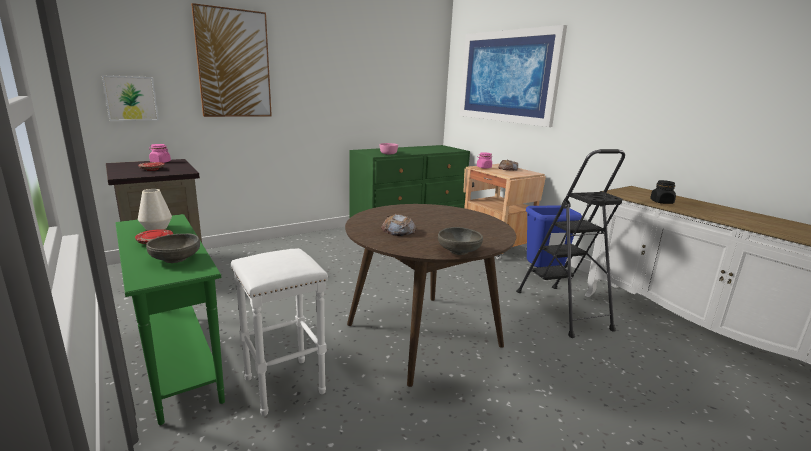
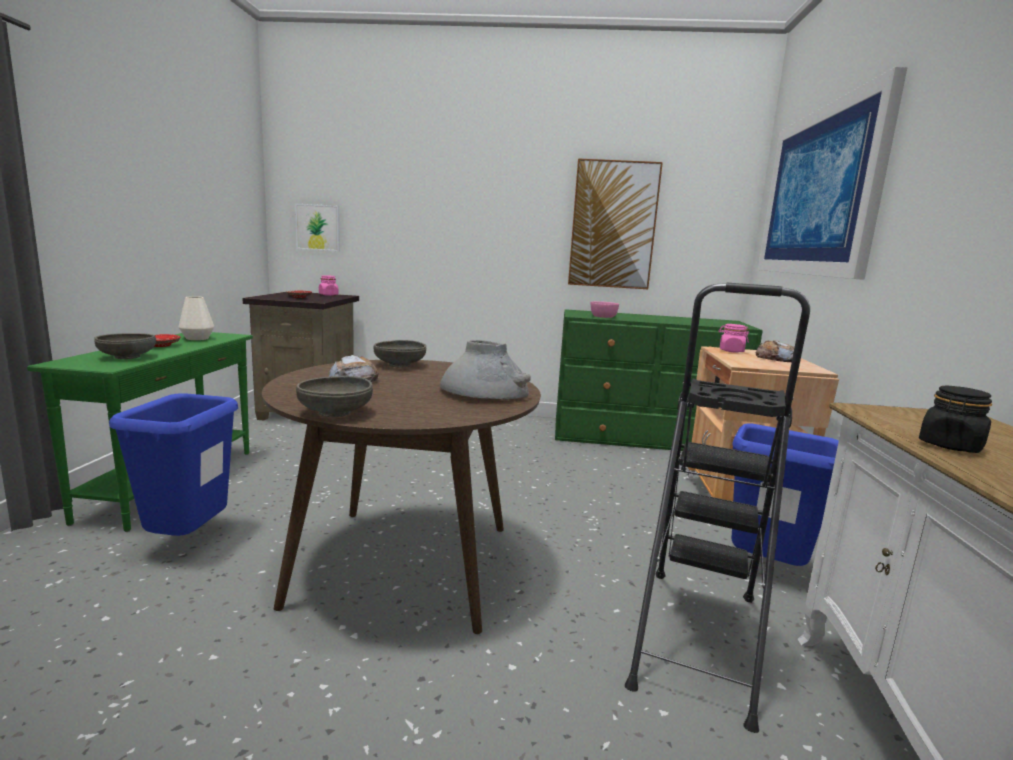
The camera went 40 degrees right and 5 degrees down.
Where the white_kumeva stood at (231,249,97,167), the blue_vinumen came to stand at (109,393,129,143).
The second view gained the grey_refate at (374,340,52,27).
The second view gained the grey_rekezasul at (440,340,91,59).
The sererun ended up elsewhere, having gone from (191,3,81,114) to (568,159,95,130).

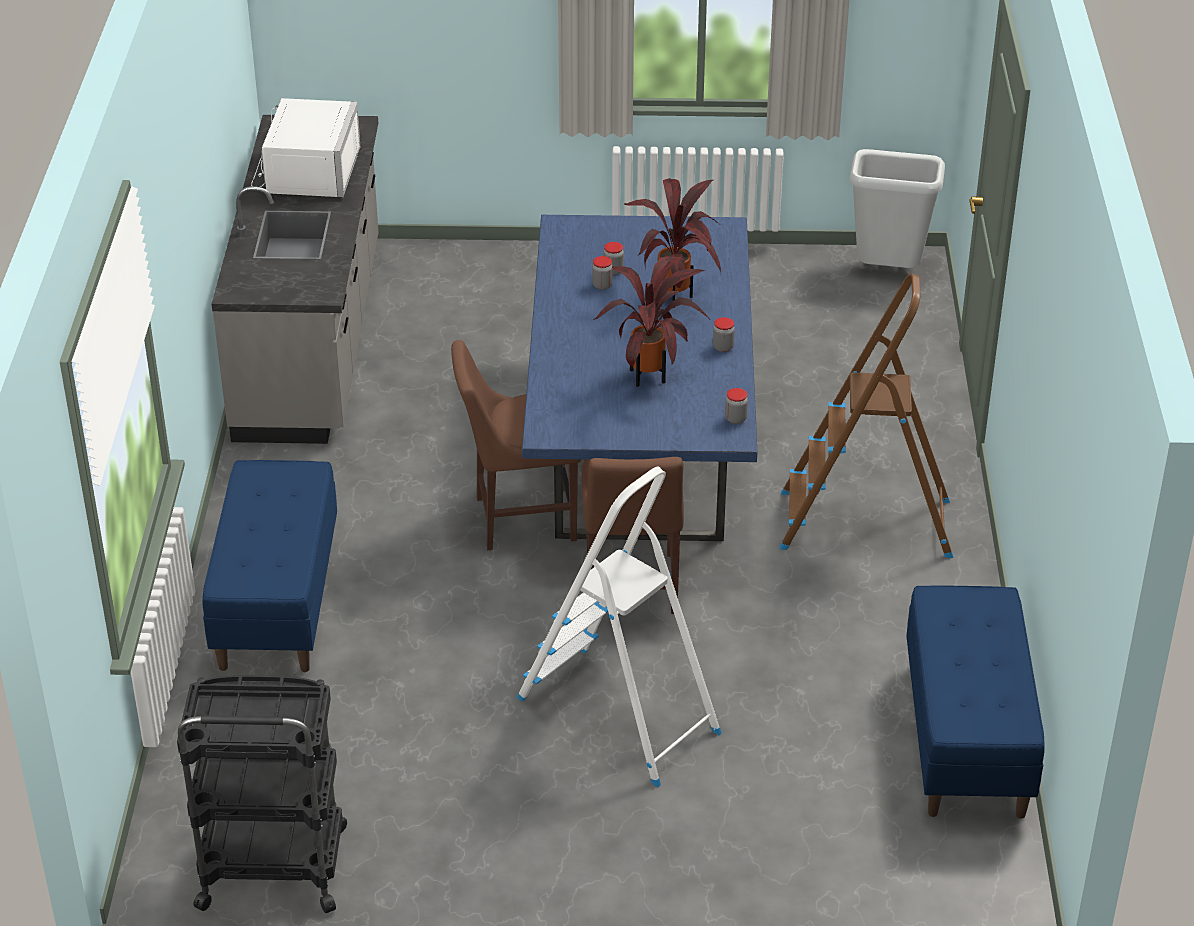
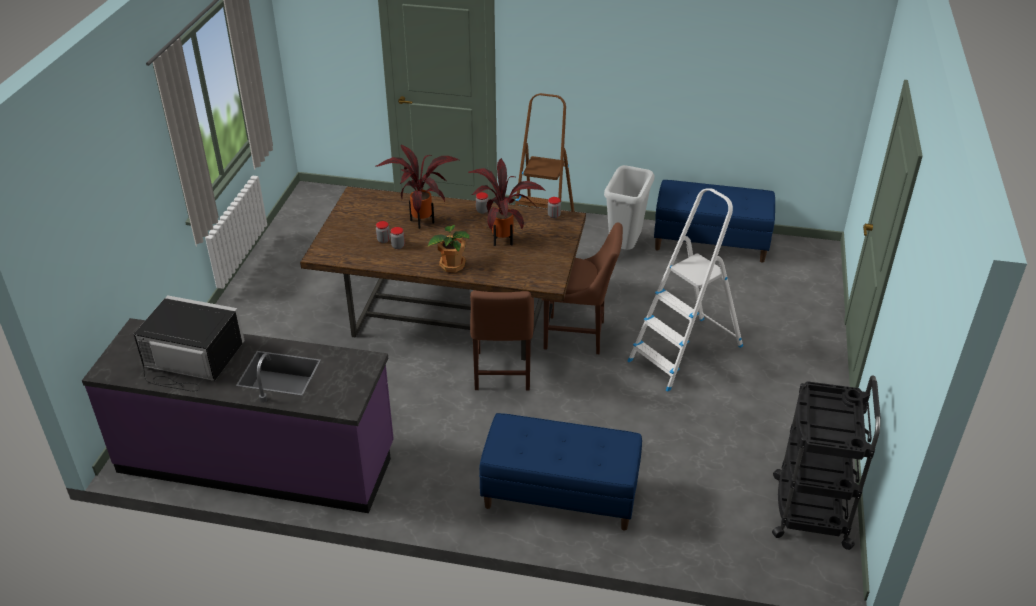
The camera went 80 degrees left and 0 degrees up.
What was the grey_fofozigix at (212,115,167,329) turned into the purple_fofozigix at (82,318,312,195).
What was the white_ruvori at (251,98,109,99) turned into the black_ruvori at (134,295,111,96).
What was the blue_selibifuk at (522,215,236,326) turned into the brown_selibifuk at (300,187,286,173).
The second view gained the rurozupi at (428,225,41,48).
The grey_vinumen ended up elsewhere, having gone from (849,149,96,119) to (604,165,51,85).

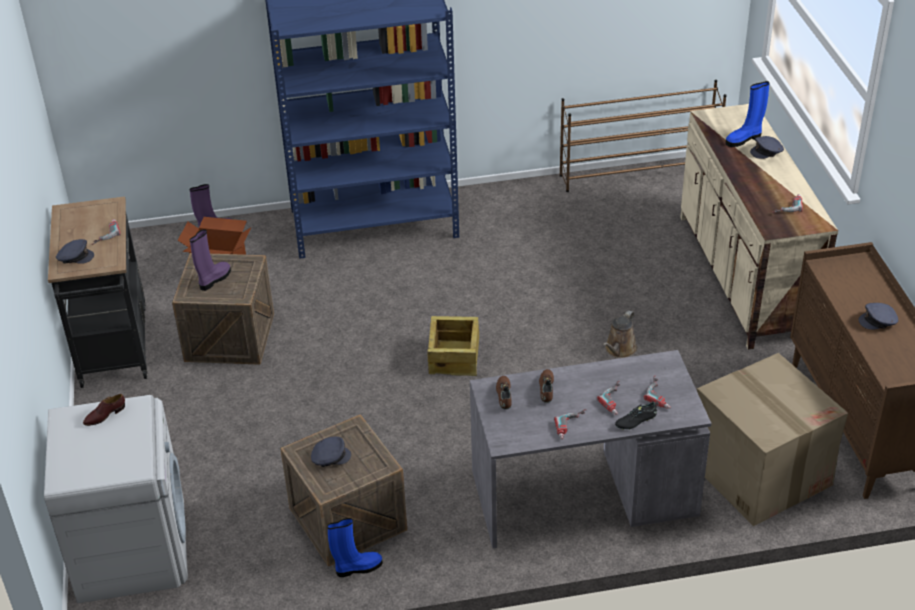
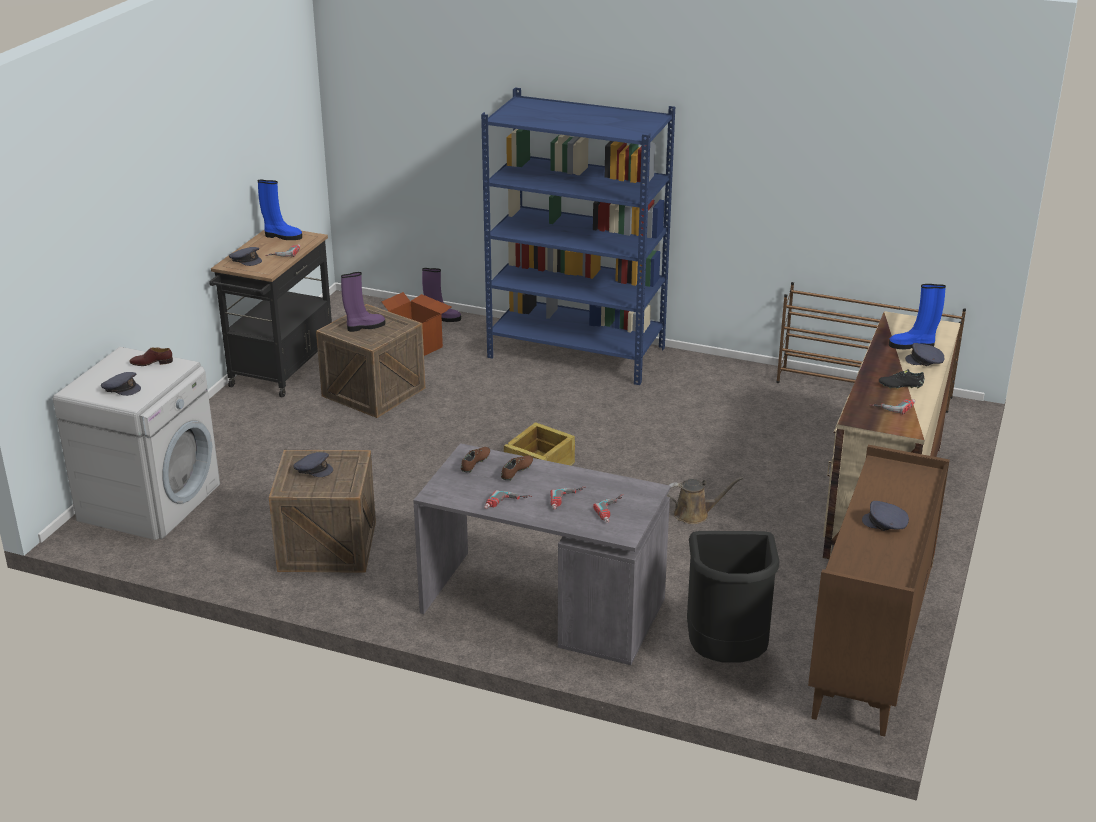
The camera went 30 degrees right and 10 degrees down.
The second view gained the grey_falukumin at (101,372,40,24).
The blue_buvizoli ended up elsewhere, having gone from (327,518,56,59) to (258,180,44,60).
The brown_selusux at (603,310,34,48) ended up facing another way, 150 degrees counterclockwise from before.
Where the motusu stood at (697,353,151,173), the black_vinumen came to stand at (687,531,92,132).
The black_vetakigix ended up elsewhere, having gone from (615,402,42,28) to (879,369,45,20).

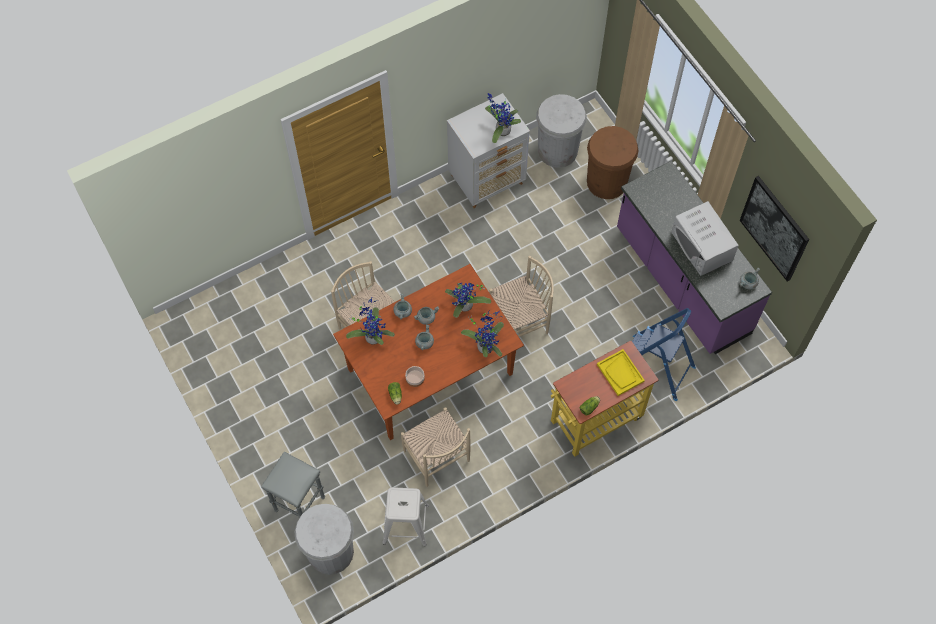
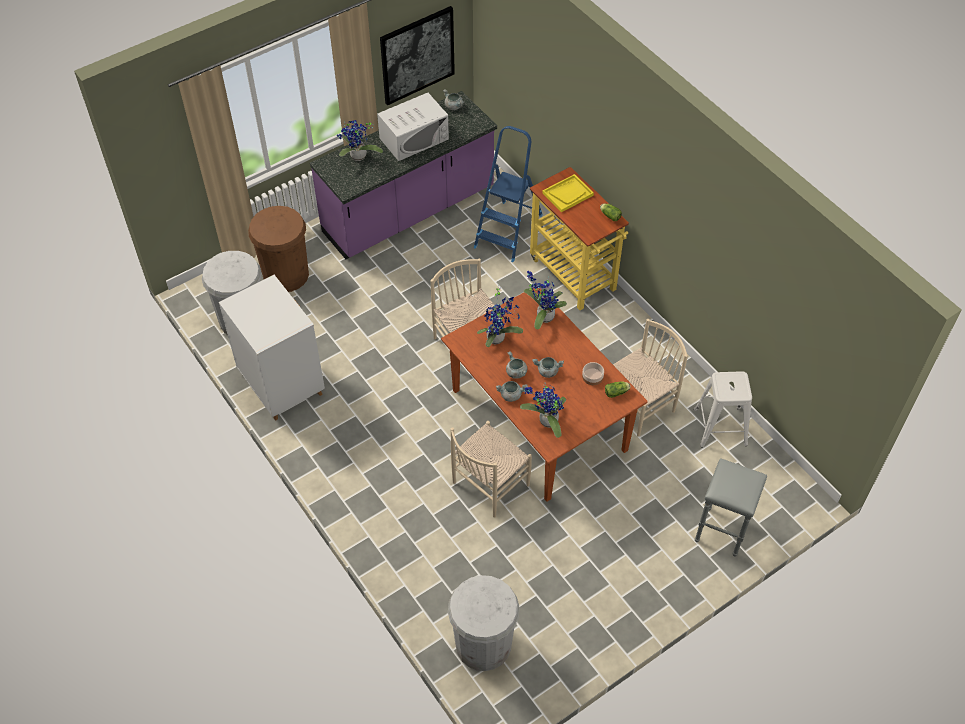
The camera went 95 degrees left and 10 degrees down.
The rurozupi ended up elsewhere, having gone from (485,93,36,50) to (337,120,46,41).
The white_vinumen ended up elsewhere, having gone from (295,504,59,71) to (448,575,72,96).

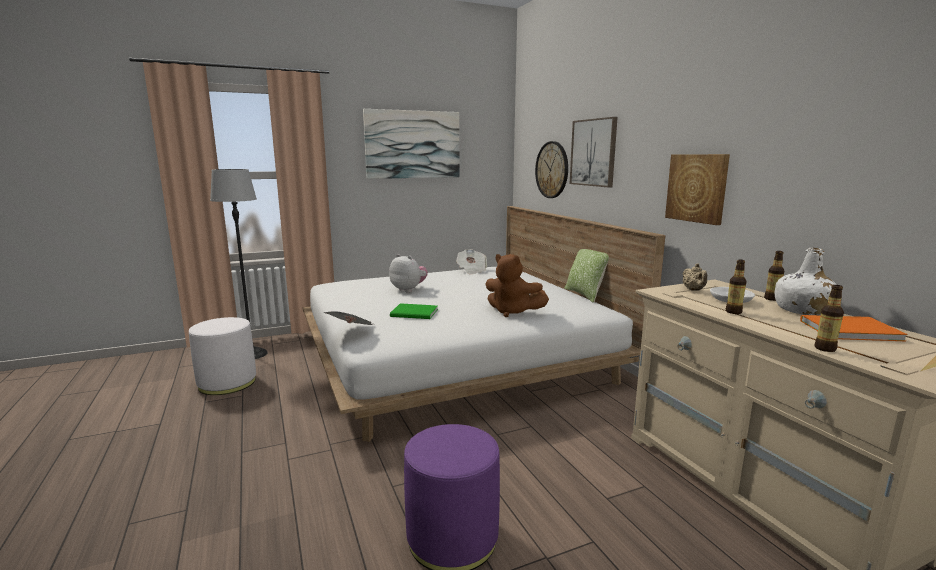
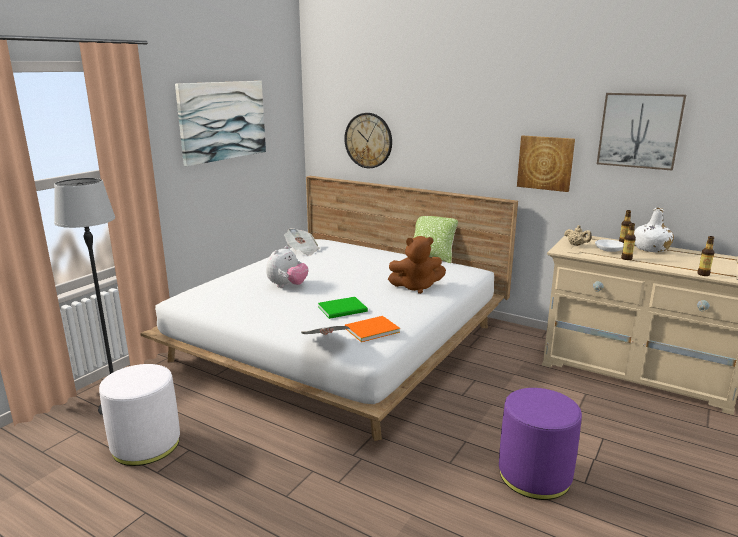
The camera went 35 degrees left and 5 degrees up.
The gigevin at (389,254,39,39) ended up facing another way, 120 degrees clockwise from before.
The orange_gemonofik ended up elsewhere, having gone from (800,315,108,26) to (345,316,55,26).
The sererun ended up elsewhere, having gone from (570,117,48,70) to (597,93,89,78).

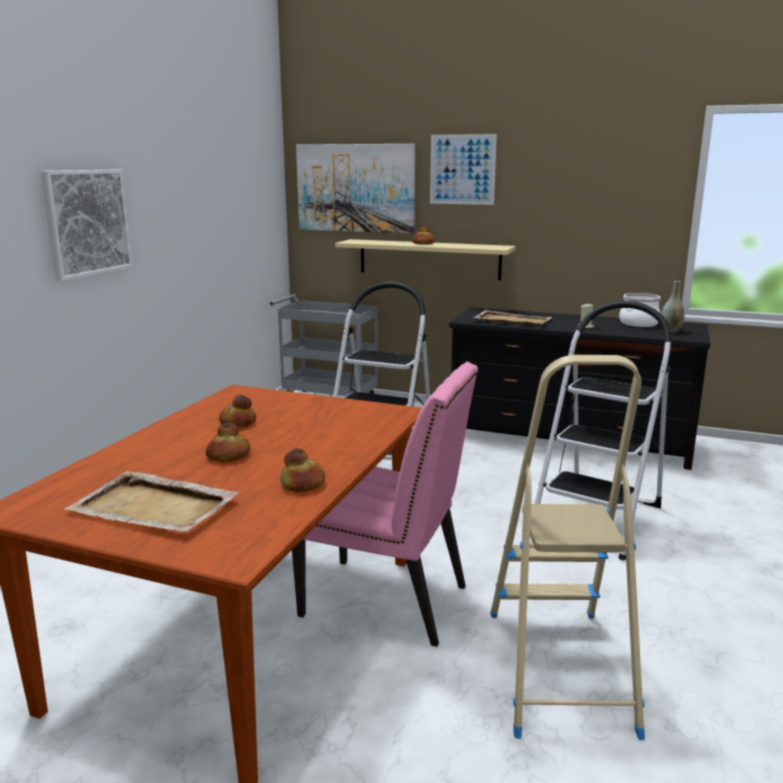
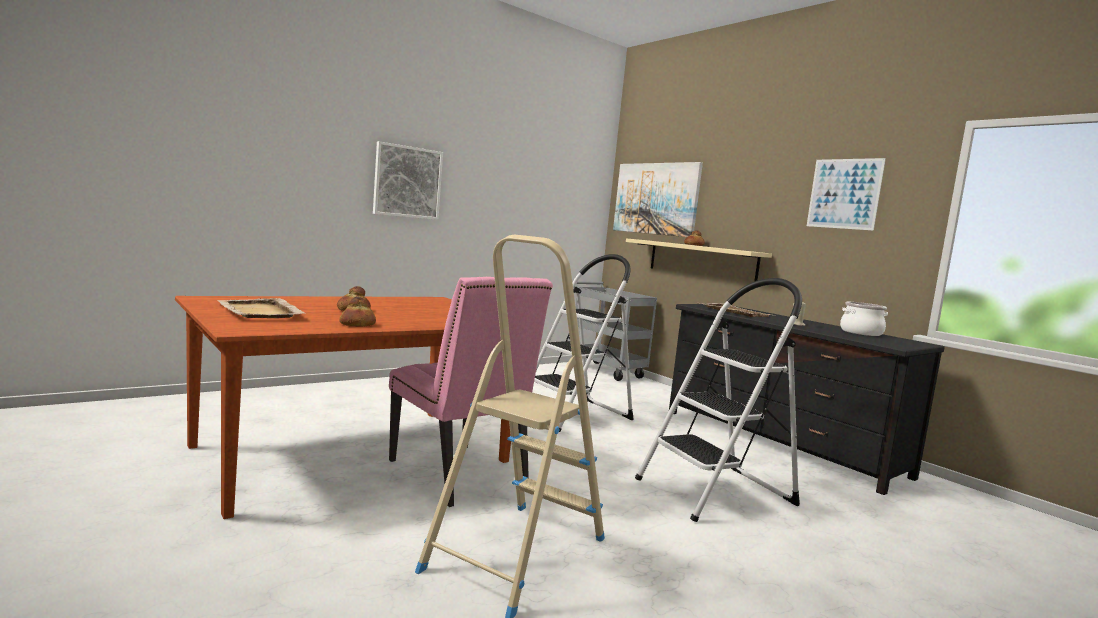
The camera went 30 degrees right and 10 degrees down.
The sererun ended up elsewhere, having gone from (430,134,67,71) to (807,158,79,73).
The second view lost the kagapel at (219,395,37,33).
The second view lost the grey_rekezasul at (661,281,24,52).

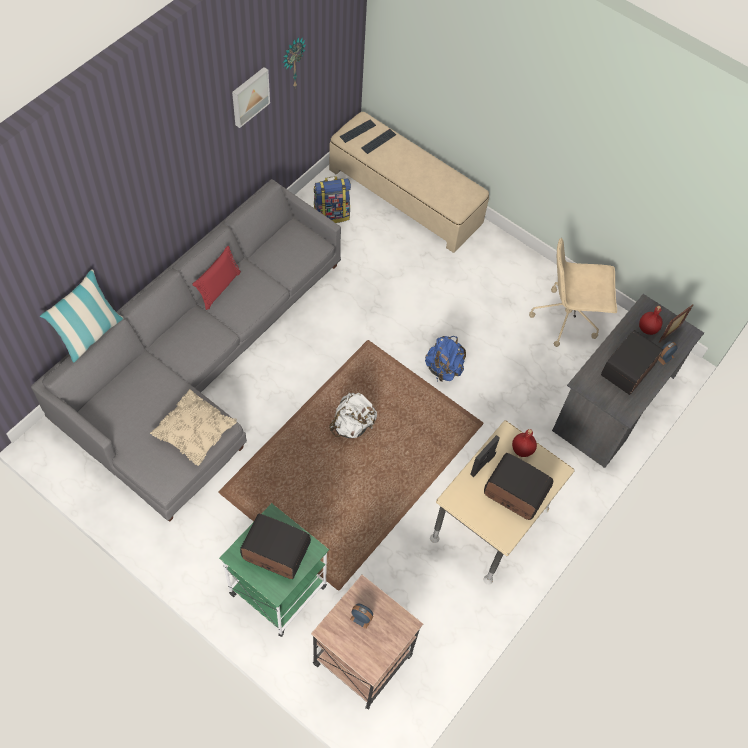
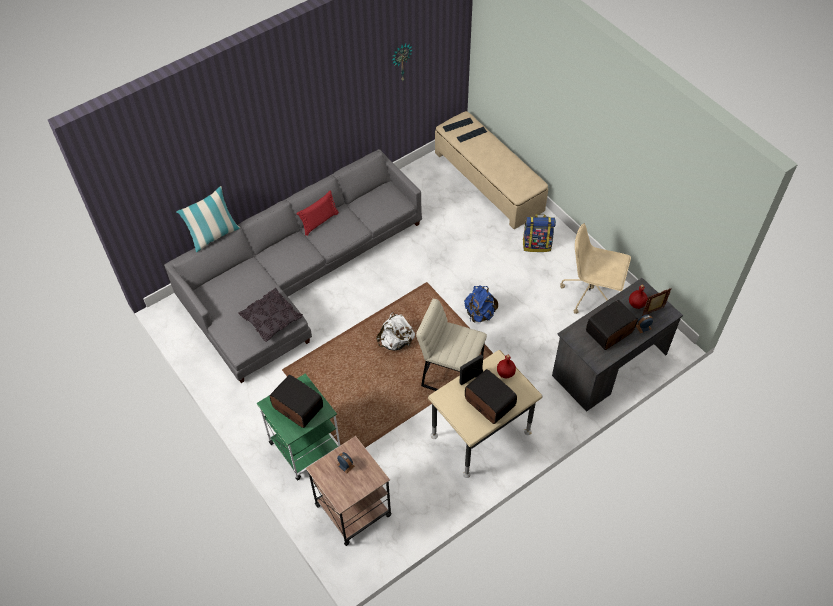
The camera went 20 degrees right and 5 degrees down.
What was the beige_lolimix at (150,389,87,77) turned into the black_lolimix at (238,288,65,54).
The second view gained the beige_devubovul at (416,298,71,93).
The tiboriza ended up elsewhere, having gone from (314,176,37,47) to (523,214,33,38).
The second view lost the sererun at (232,67,38,61).

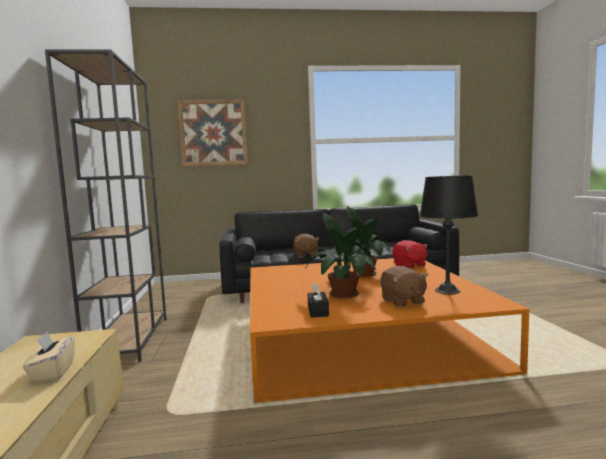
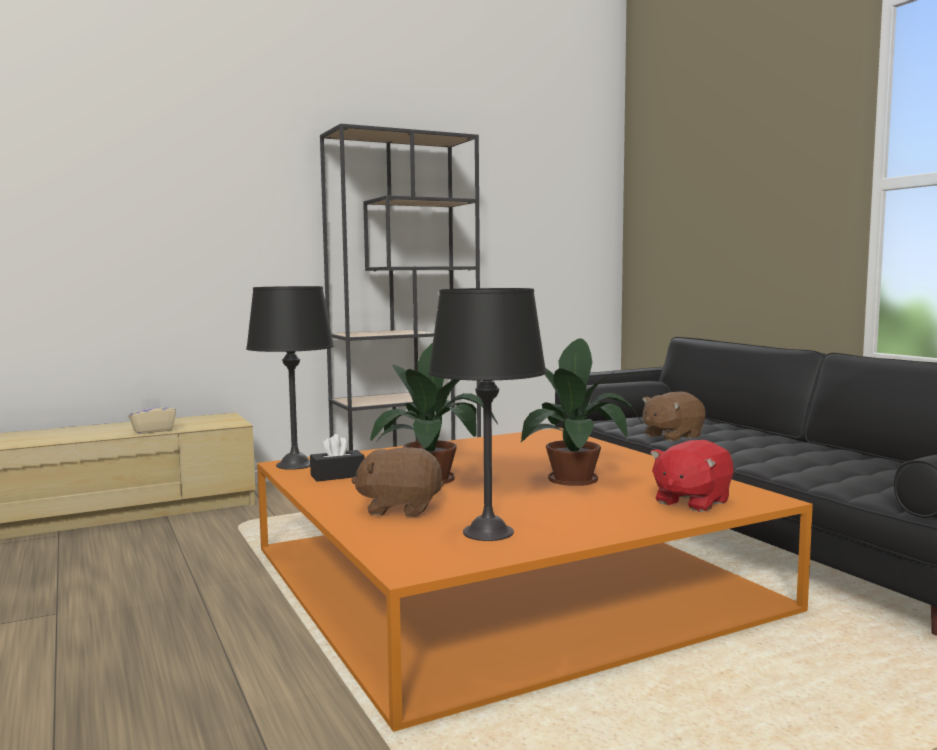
The camera went 70 degrees right and 0 degrees up.
The second view gained the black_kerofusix at (246,286,88,184).
The brown_gigevin at (380,266,48,41) ended up facing another way, 45 degrees clockwise from before.
The second view lost the sererun at (178,99,70,68).

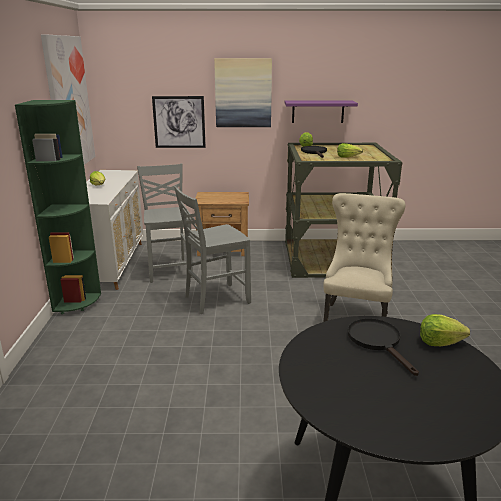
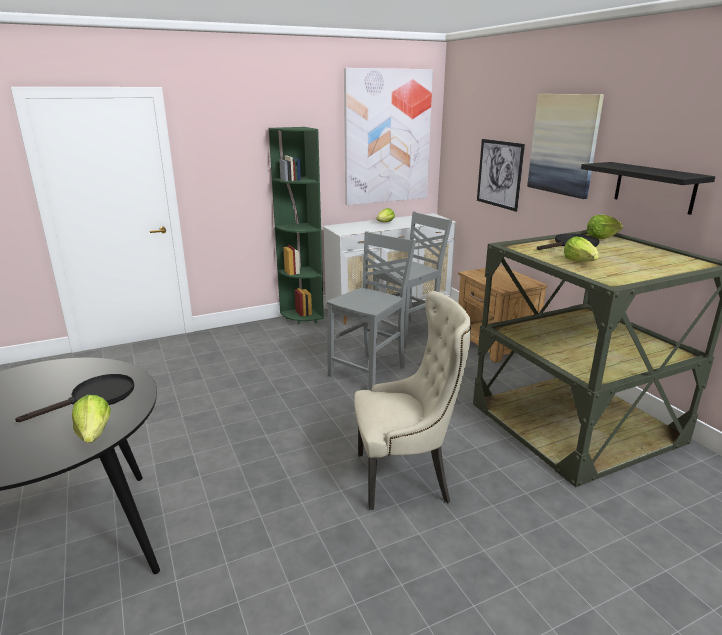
The camera went 65 degrees right and 0 degrees up.
The grey_devubovul at (174,186,77,128) ended up facing another way, 90 degrees clockwise from before.
What was the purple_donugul at (285,101,73,22) turned into the black_donugul at (581,162,134,53).

